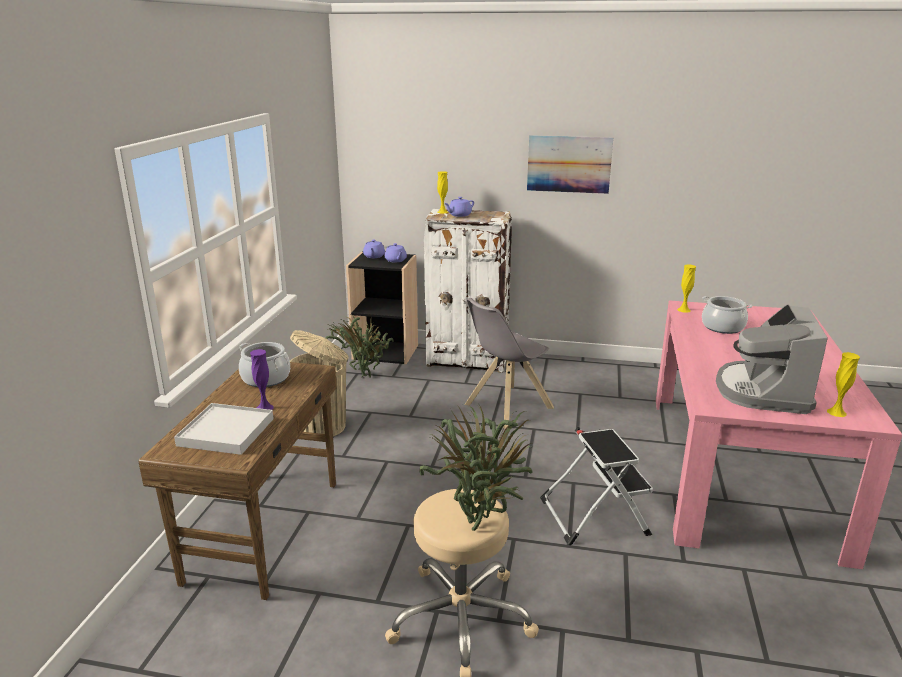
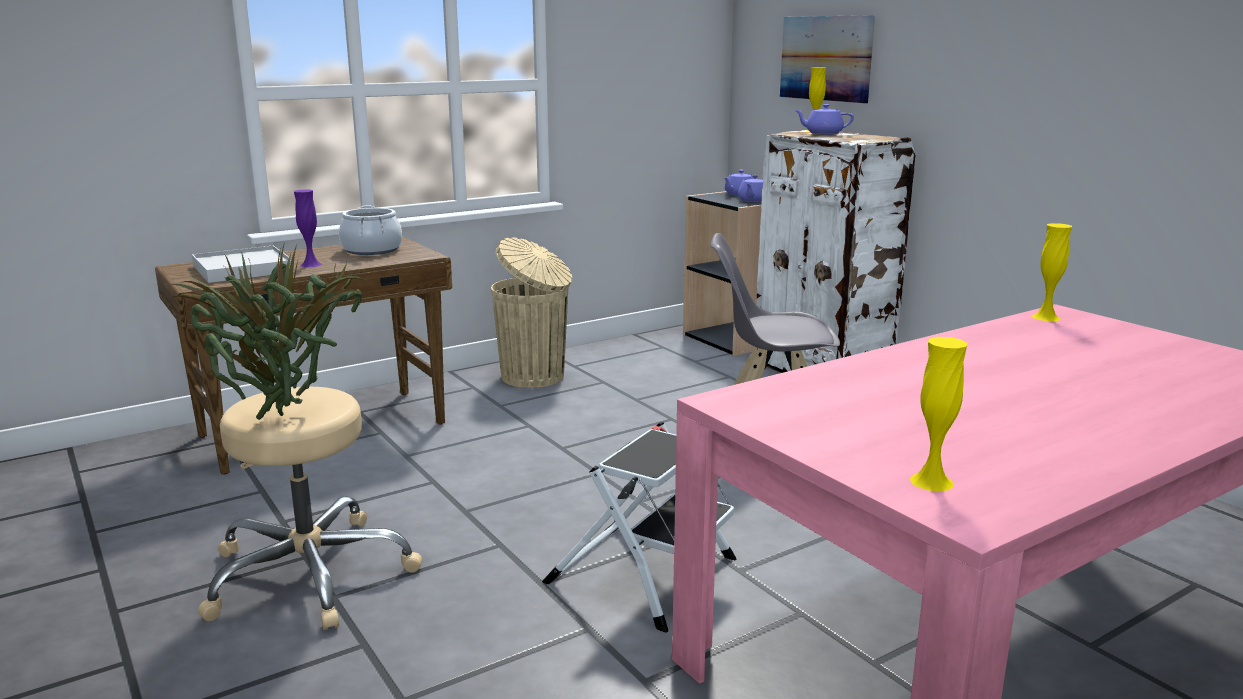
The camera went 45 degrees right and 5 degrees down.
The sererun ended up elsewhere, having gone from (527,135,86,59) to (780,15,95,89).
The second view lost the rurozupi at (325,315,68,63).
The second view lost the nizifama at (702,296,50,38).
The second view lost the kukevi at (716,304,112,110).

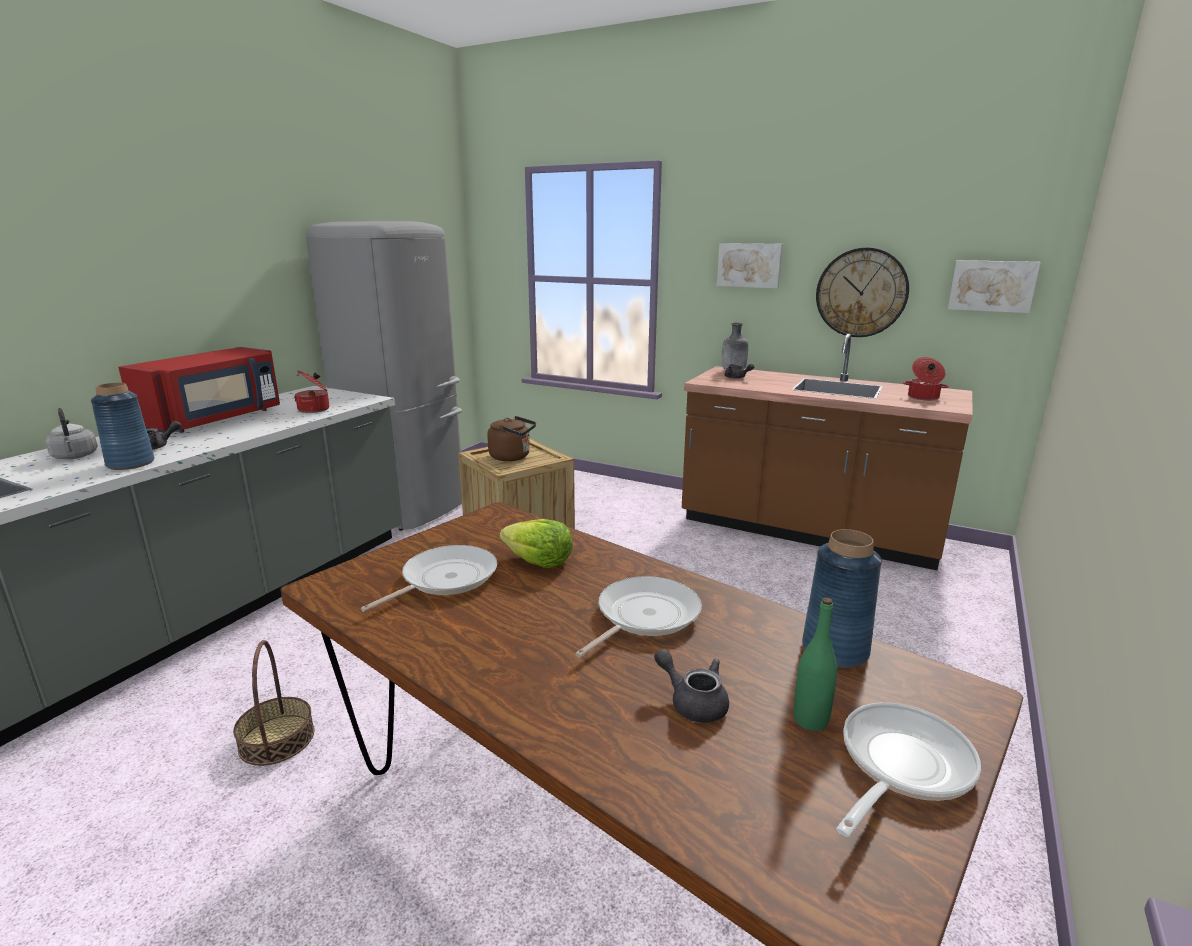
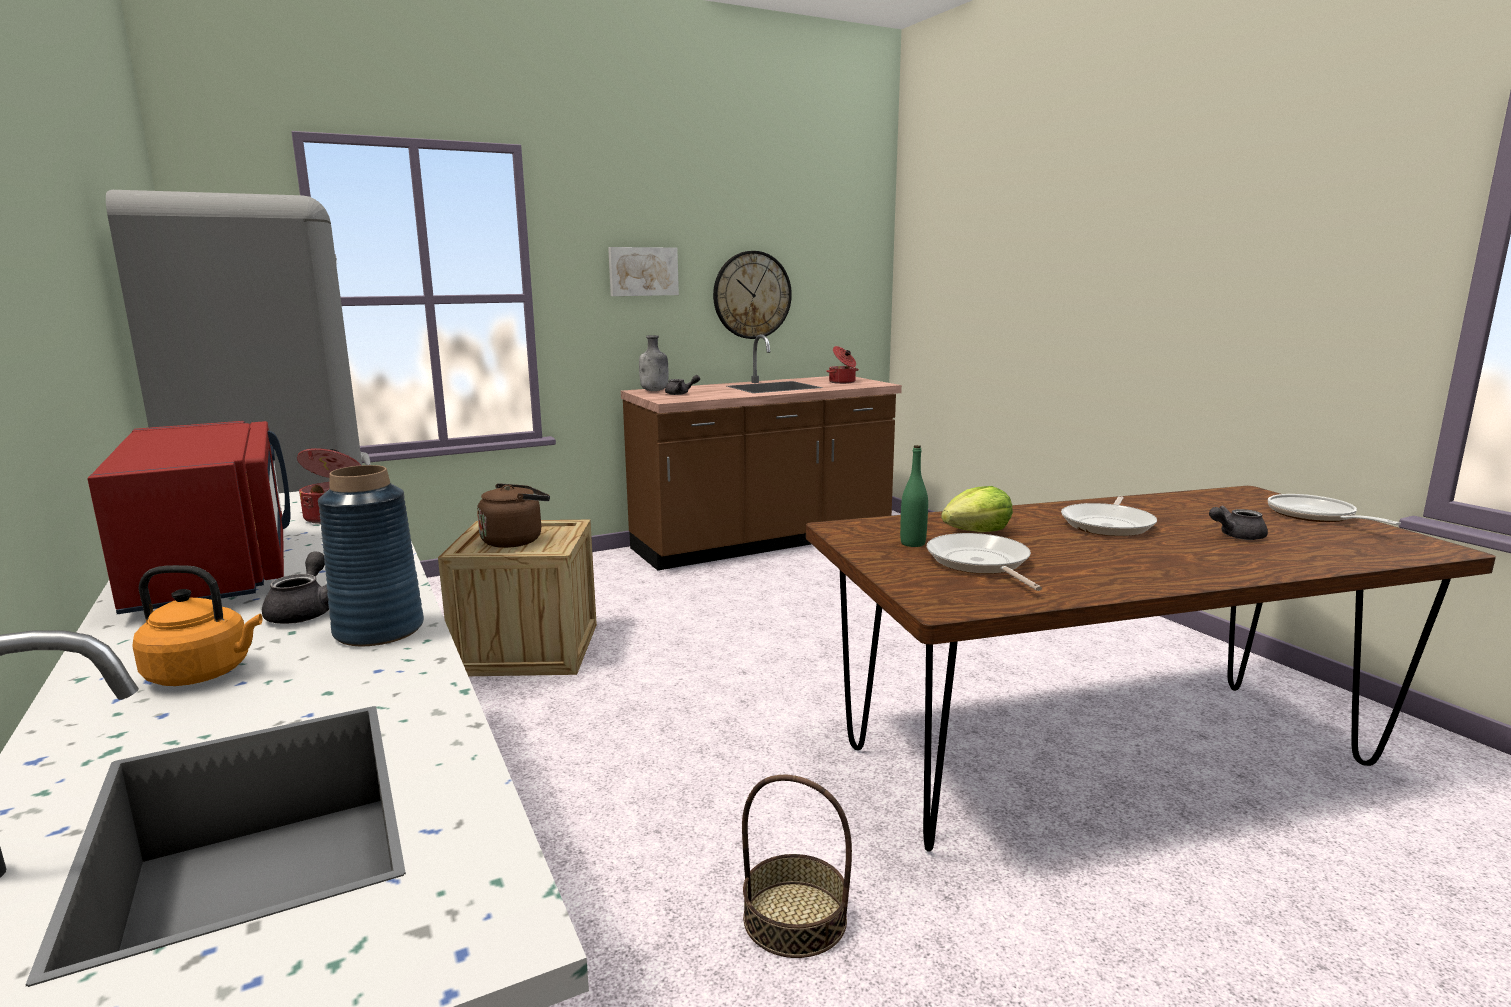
The camera went 55 degrees left and 5 degrees down.
What was the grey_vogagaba at (45,408,53,51) turned into the orange_vogagaba at (132,565,130,121).
The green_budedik ended up elsewhere, having gone from (793,598,44,133) to (900,445,28,102).
The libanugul at (575,576,127,82) ended up facing another way, 135 degrees counterclockwise from before.
The second view lost the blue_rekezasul at (802,529,80,139).
The second view lost the sererun at (948,260,92,53).

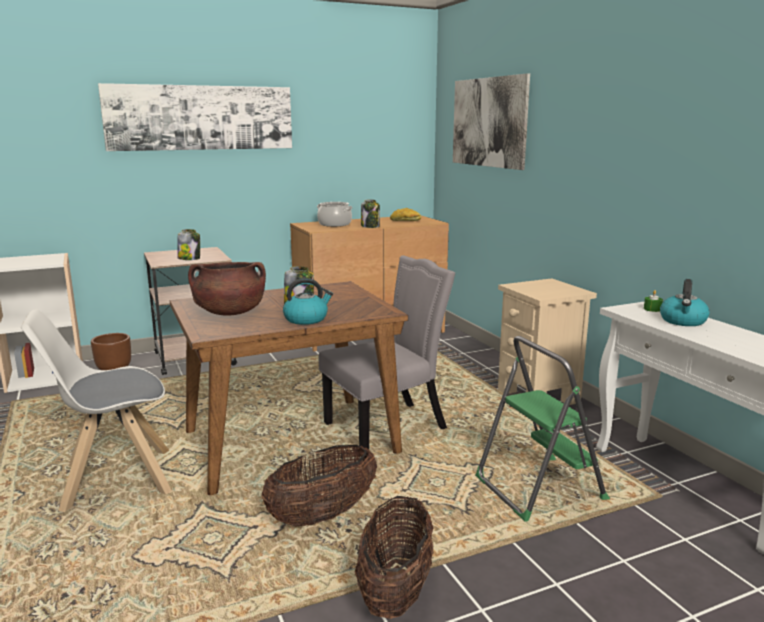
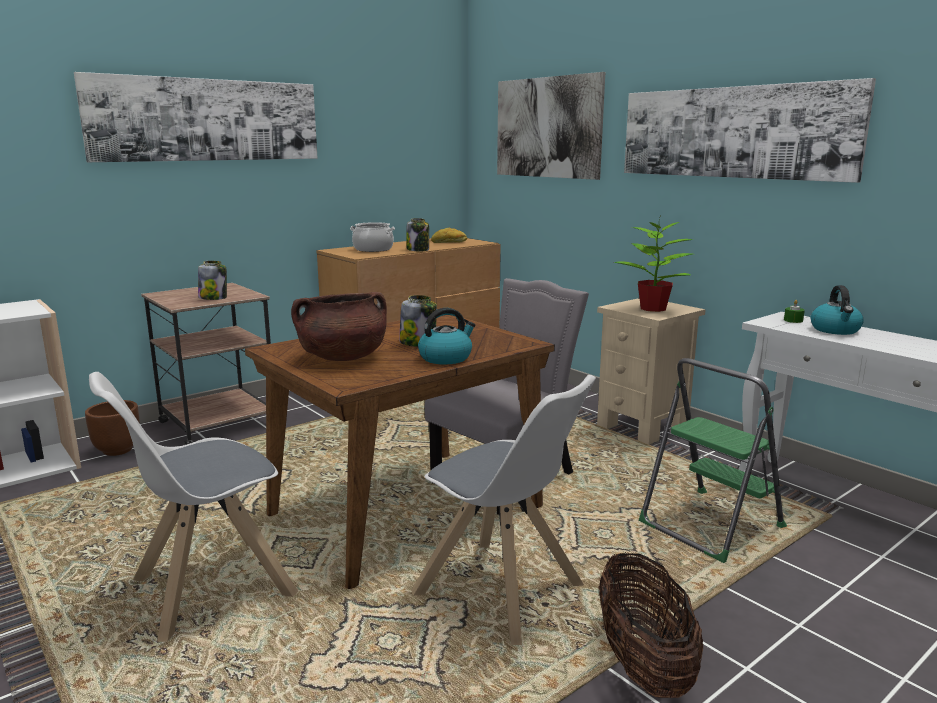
The camera went 15 degrees left and 0 degrees up.
Where the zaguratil stood at (262,445,115,82), the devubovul came to stand at (411,375,185,270).
The second view gained the rurozupi at (614,218,79,94).
The second view gained the sererun at (624,78,252,105).

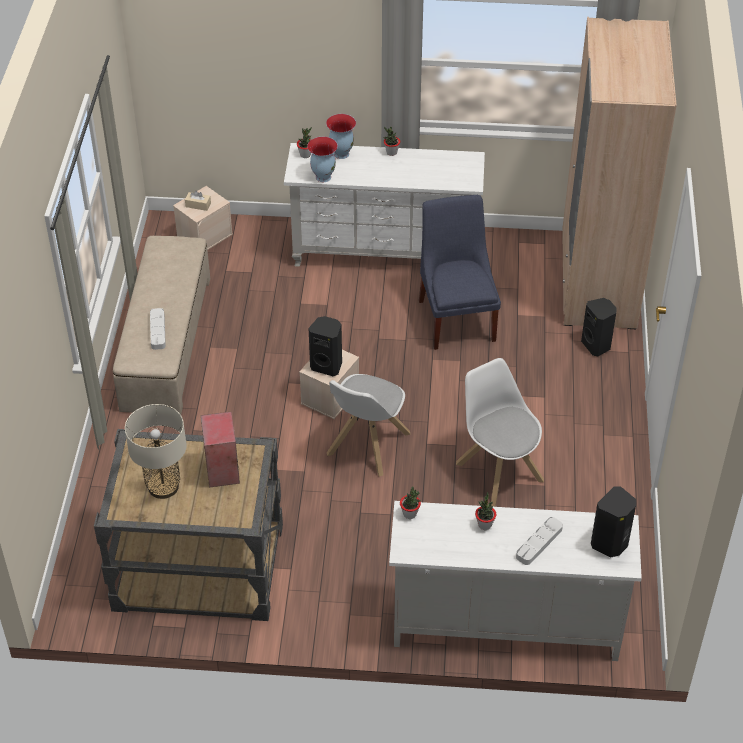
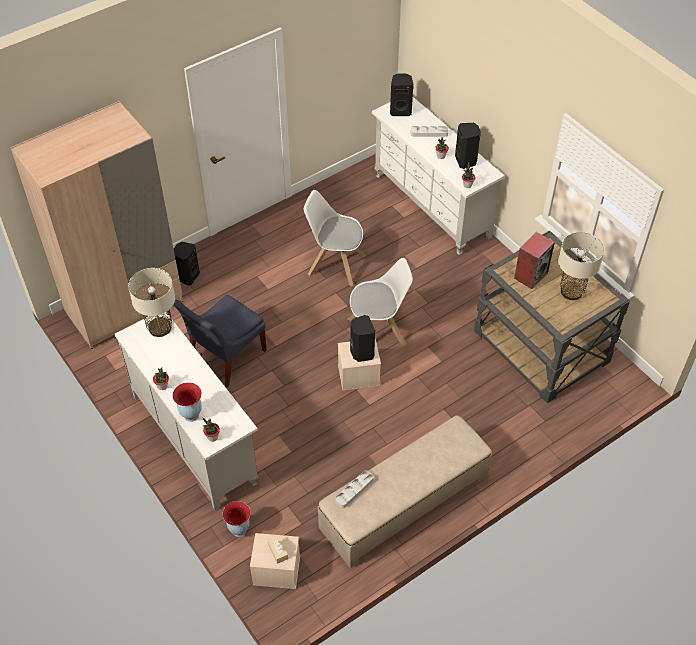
The camera went 130 degrees left and 5 degrees up.
The second view gained the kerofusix at (128,268,47,69).
The rekezasul ended up elsewhere, having gone from (307,137,31,45) to (223,501,27,36).
The devubovul at (456,358,88,149) ended up facing another way, 90 degrees clockwise from before.
The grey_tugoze ended up elsewhere, having gone from (150,308,16,42) to (336,470,37,38).
The second view gained the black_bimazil at (455,123,26,46).

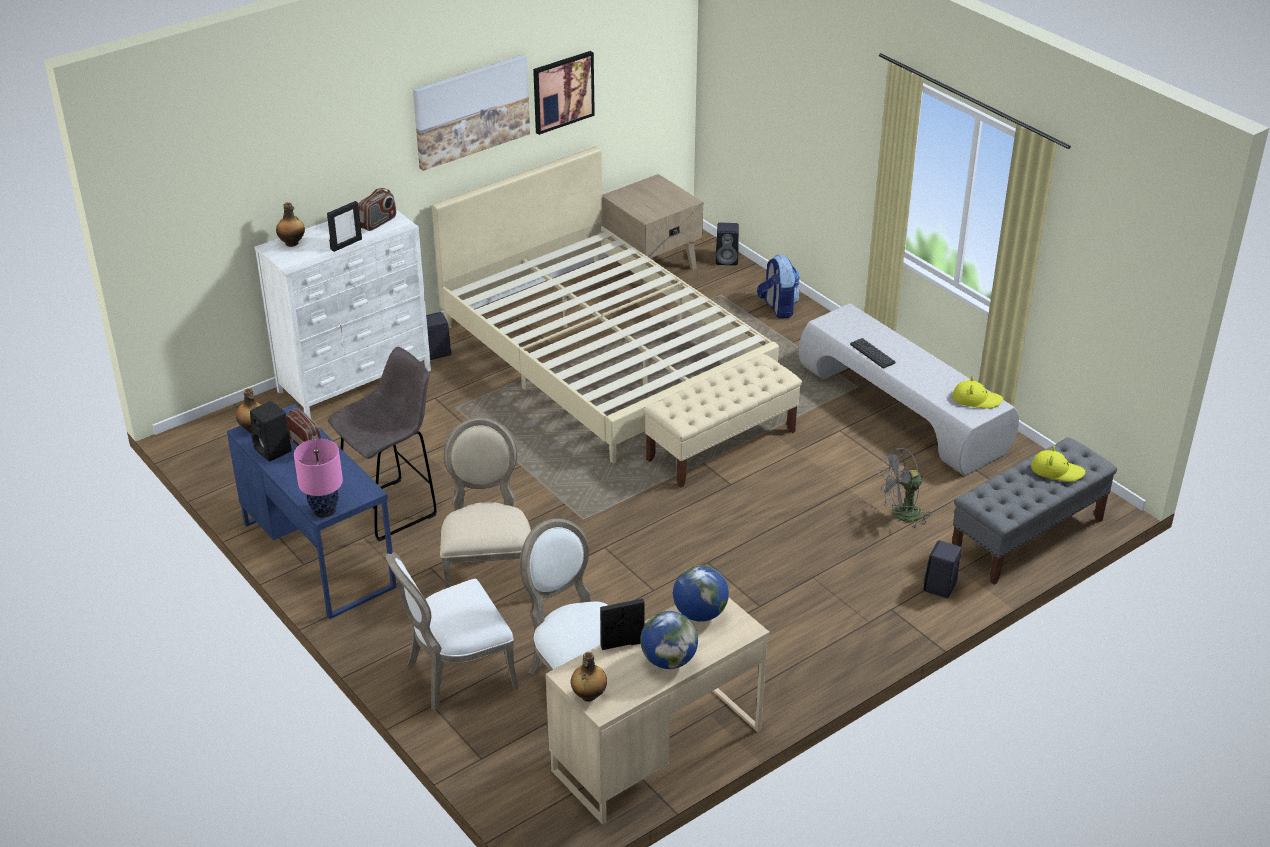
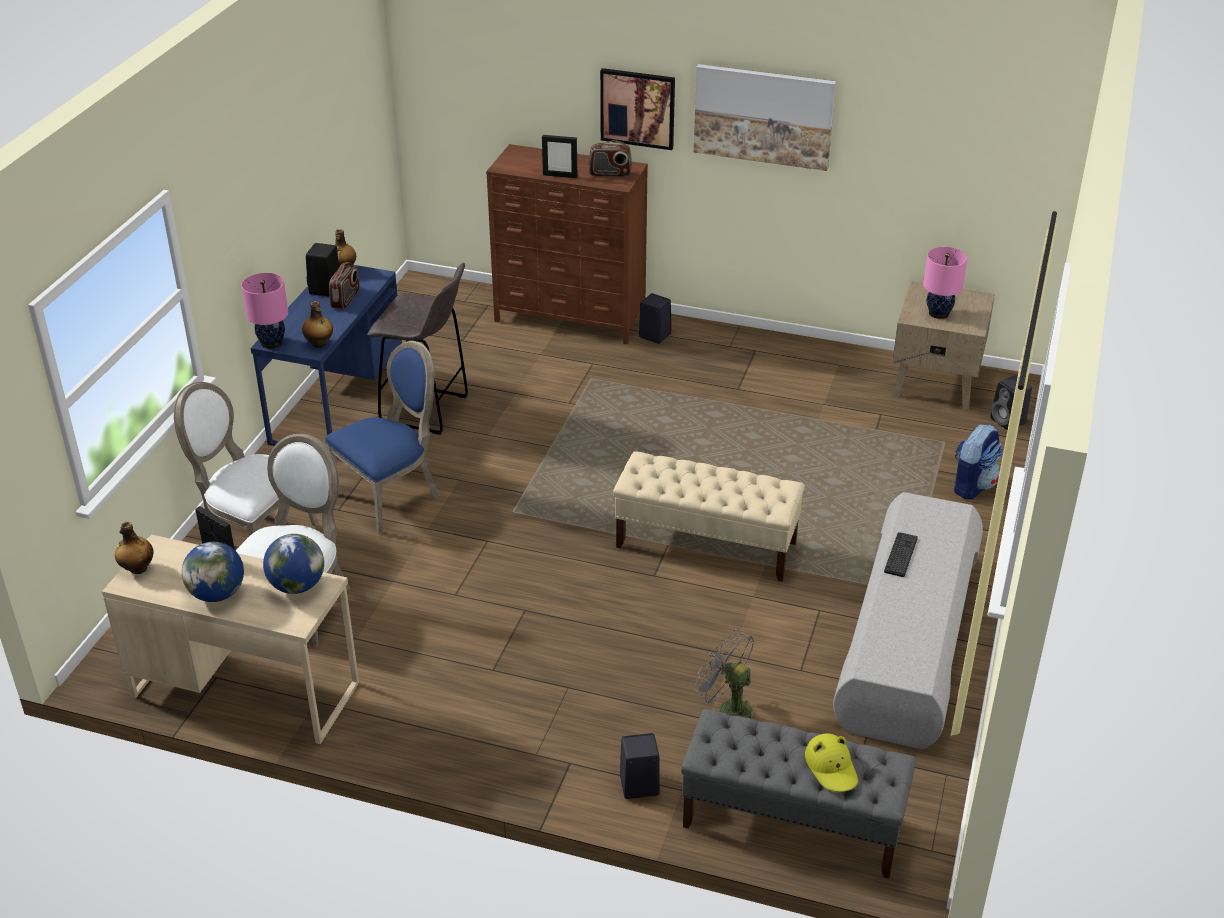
The camera went 55 degrees right and 0 degrees up.
The budedik ended up elsewhere, having gone from (276,202,29,45) to (302,301,31,47).
What was the beige_devubovul at (440,418,92,184) turned into the blue_devubovul at (325,341,115,194).
What was the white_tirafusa at (255,210,176,209) turned into the brown_tirafusa at (486,144,162,201).
The sererun ended up elsewhere, having gone from (533,51,62,84) to (600,68,75,82).
The second view gained the pink_kerofusix at (923,247,44,72).
The second view lost the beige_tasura at (432,146,347,317).
The second view lost the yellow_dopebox at (952,376,51,33).

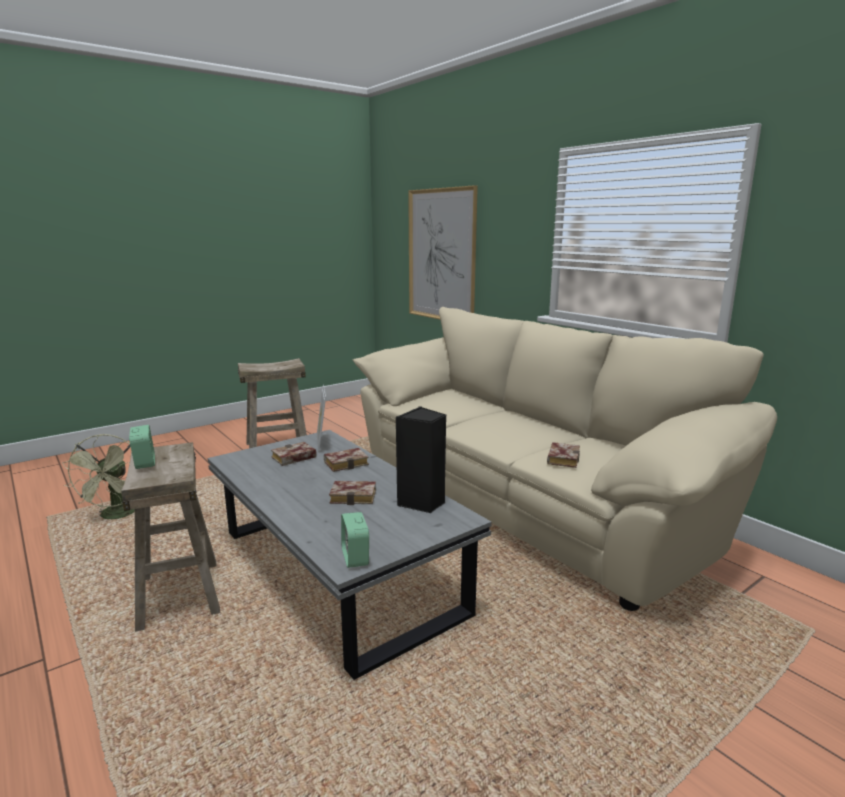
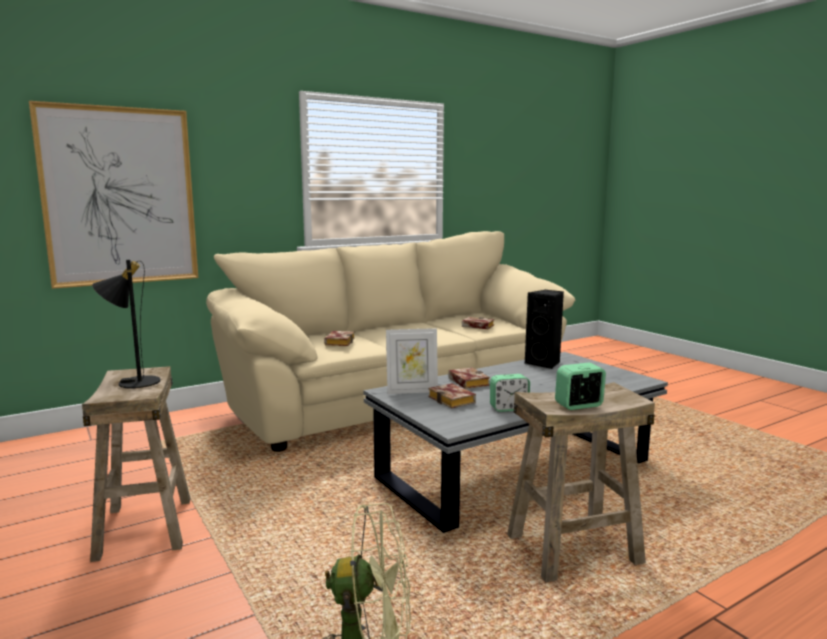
The camera went 85 degrees left and 5 degrees down.
The second view gained the black_kerofusix at (92,260,69,129).
The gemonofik ended up elsewhere, having gone from (329,481,47,24) to (324,331,31,15).
The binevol ended up elsewhere, having gone from (341,512,28,56) to (490,374,40,38).

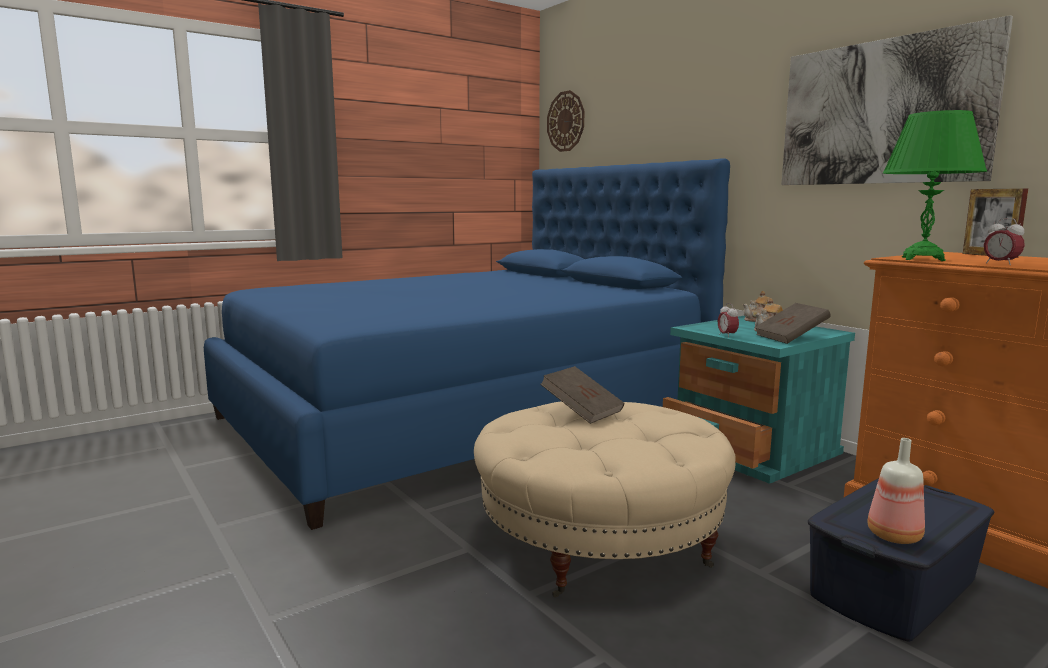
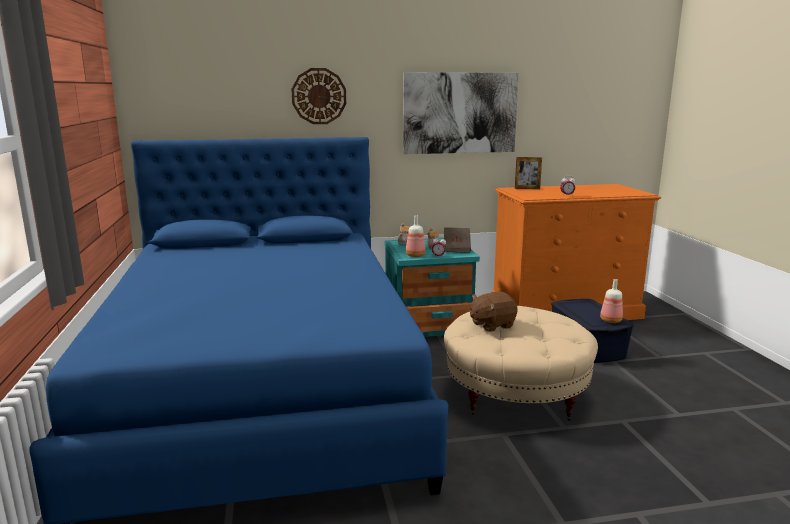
The camera went 65 degrees left and 5 degrees up.
The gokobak ended up elsewhere, having gone from (547,90,37,62) to (291,68,55,56).
The second view gained the budedik at (406,215,19,42).
Where the brown_gemonofik stood at (540,366,84,58), the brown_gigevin came to stand at (470,292,48,40).
The second view lost the green_kerofusix at (883,110,104,151).

